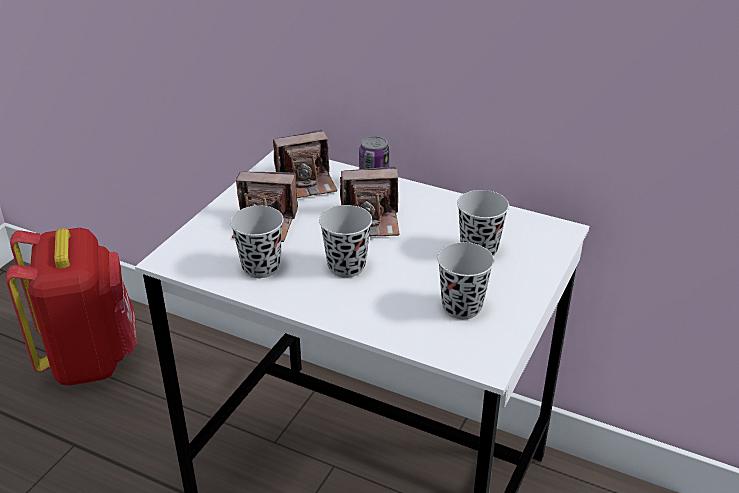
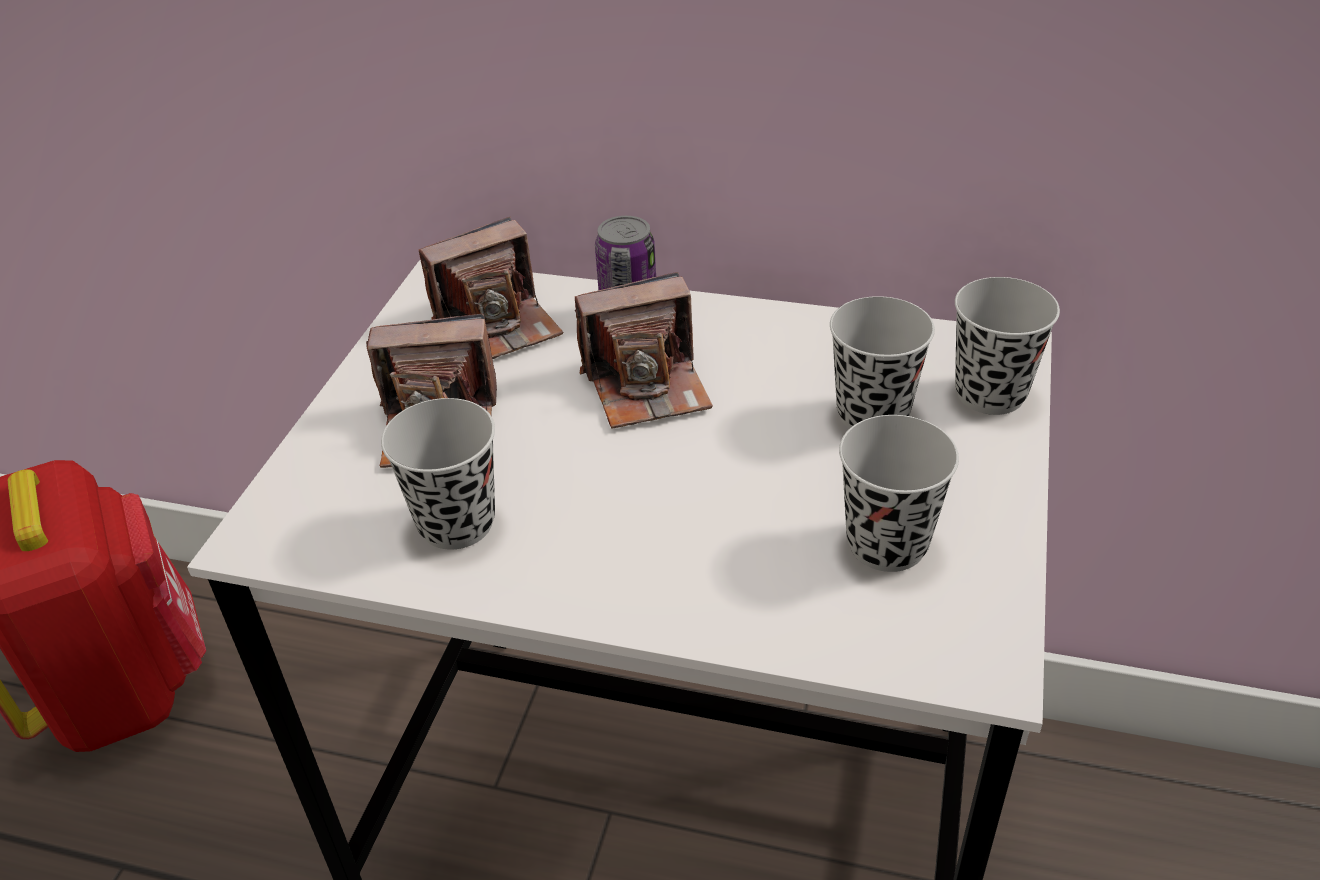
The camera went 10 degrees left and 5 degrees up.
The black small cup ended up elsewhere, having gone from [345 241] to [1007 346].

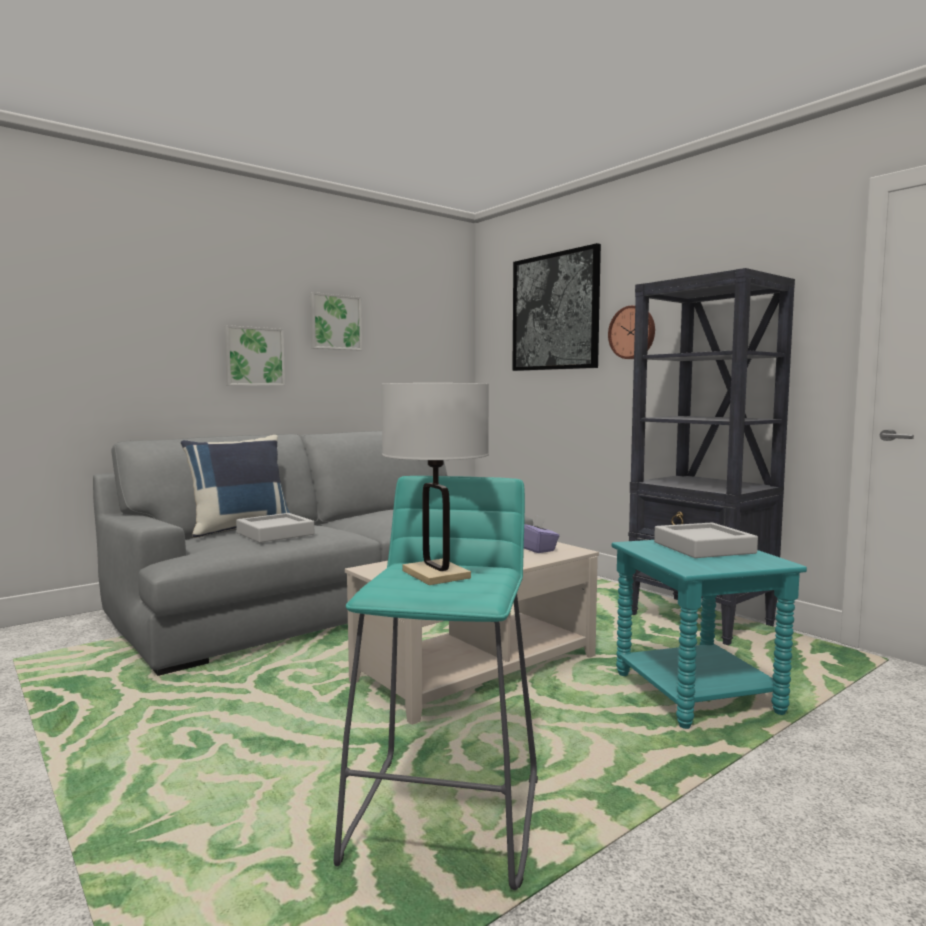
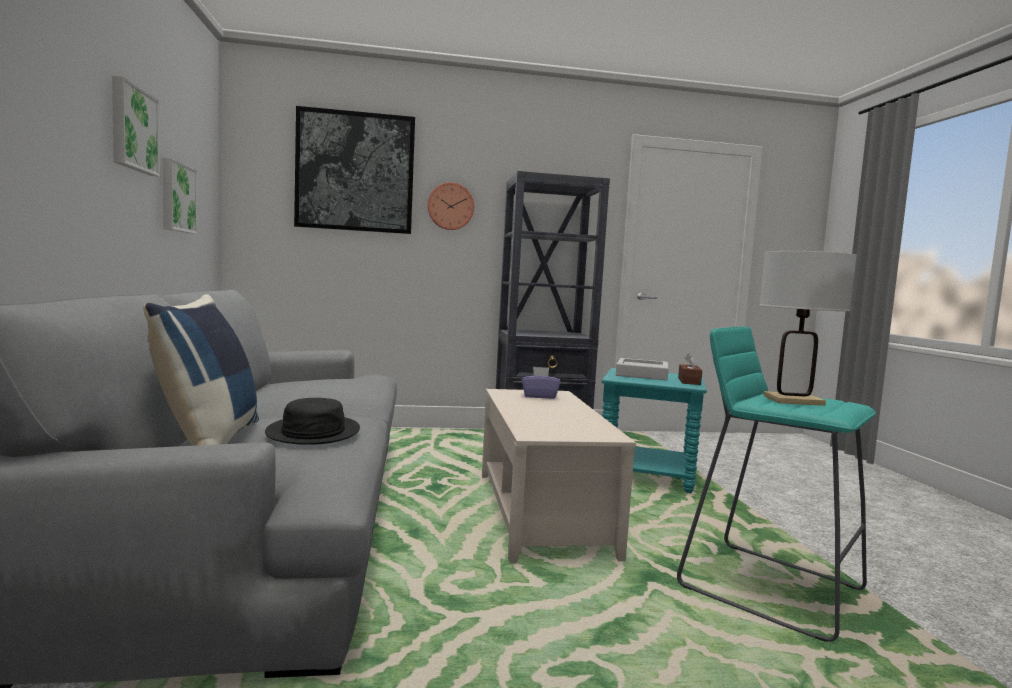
The camera went 60 degrees left and 0 degrees up.
The wall picture ended up elsewhere, having gone from [254 355] to [180 196].
Where the gray carrying tray stood at [275 528], the black hat came to stand at [312 421].
The second view gained the brown tissue box at [690 369].

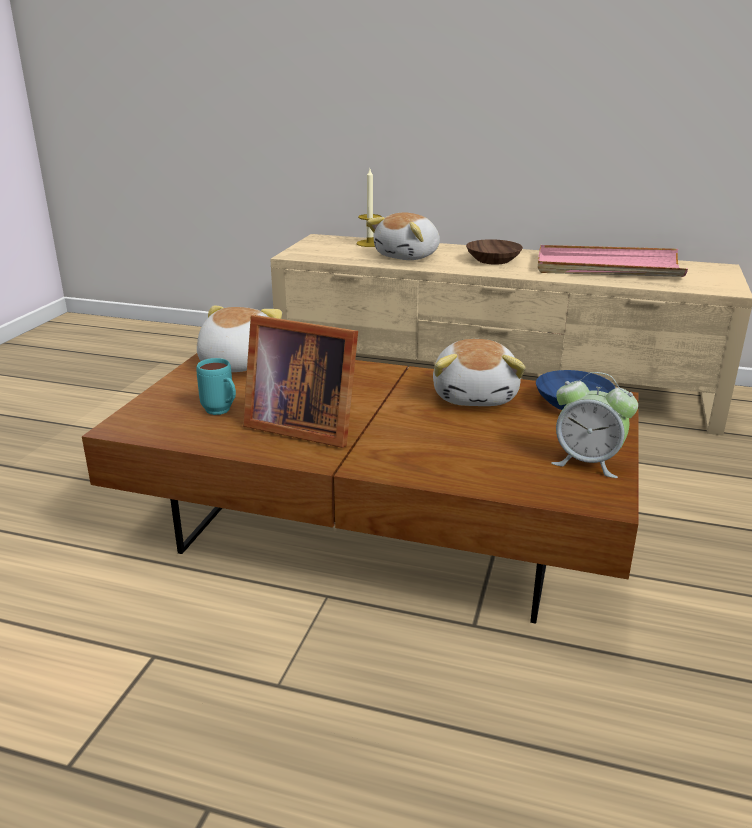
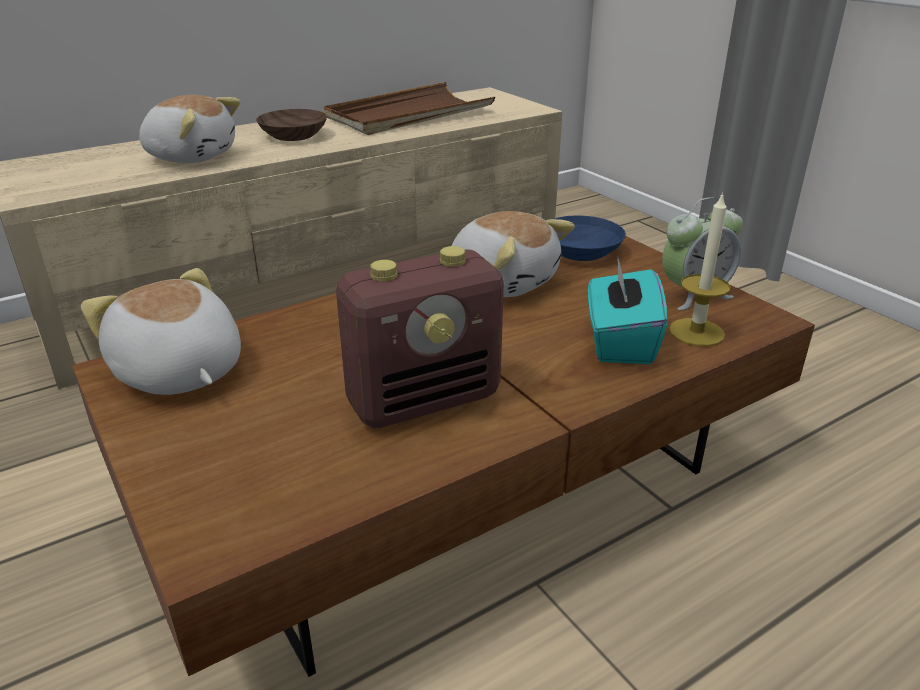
The camera went 50 degrees left and 5 degrees up.
The second view lost the blue-green coffee mug at [216 386].
Where the standing frame stood at [300 381], the radio receiver came to stand at [420 337].
The candle ended up elsewhere, having gone from [369 208] to [700 269].
The plush toy at [403 236] ended up facing another way, 60 degrees counterclockwise from before.
What was the pink-coloured carrying tray at [613 261] turned into the brown carrying tray at [409 108].
The second view gained the blue-green tissue box at [627 311].

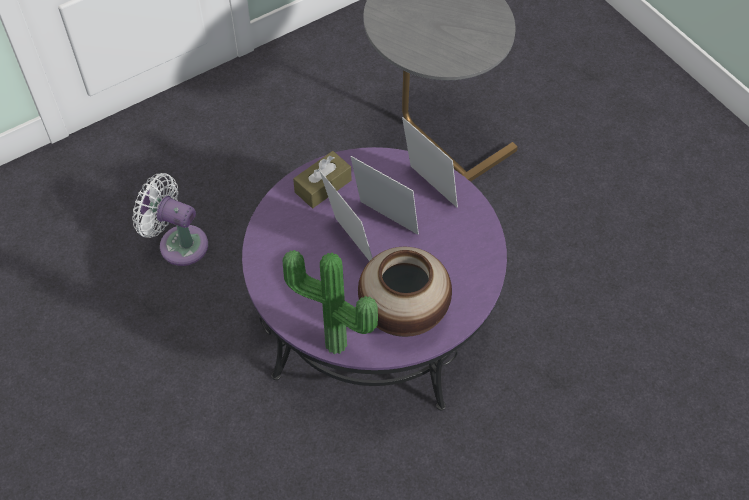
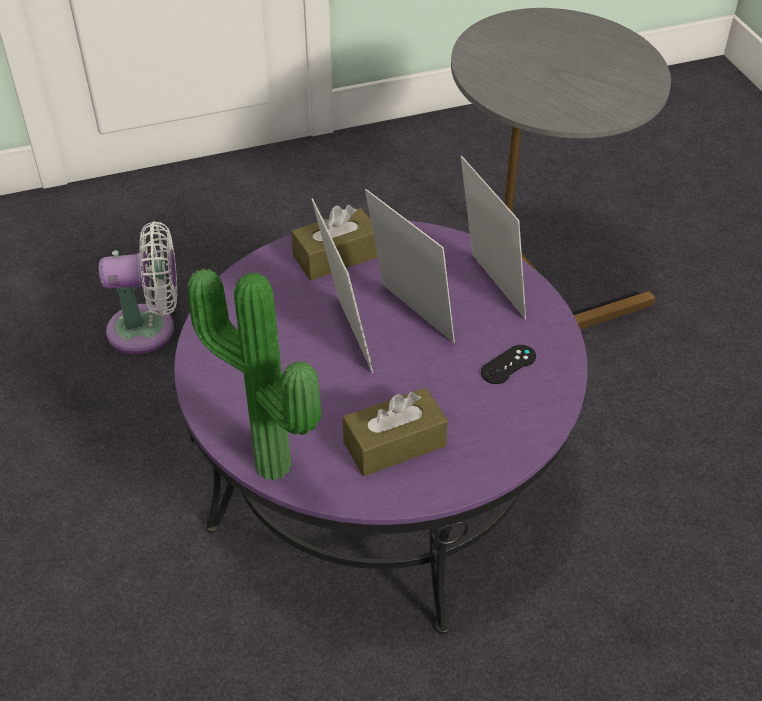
The camera went 15 degrees right and 10 degrees down.
The white electric fan at [170 219] ended up facing another way, 135 degrees clockwise from before.
Where the flower vase stood at [405 292], the brown tissue box came to stand at [395 432].
The second view gained the black joypad at [508 364].

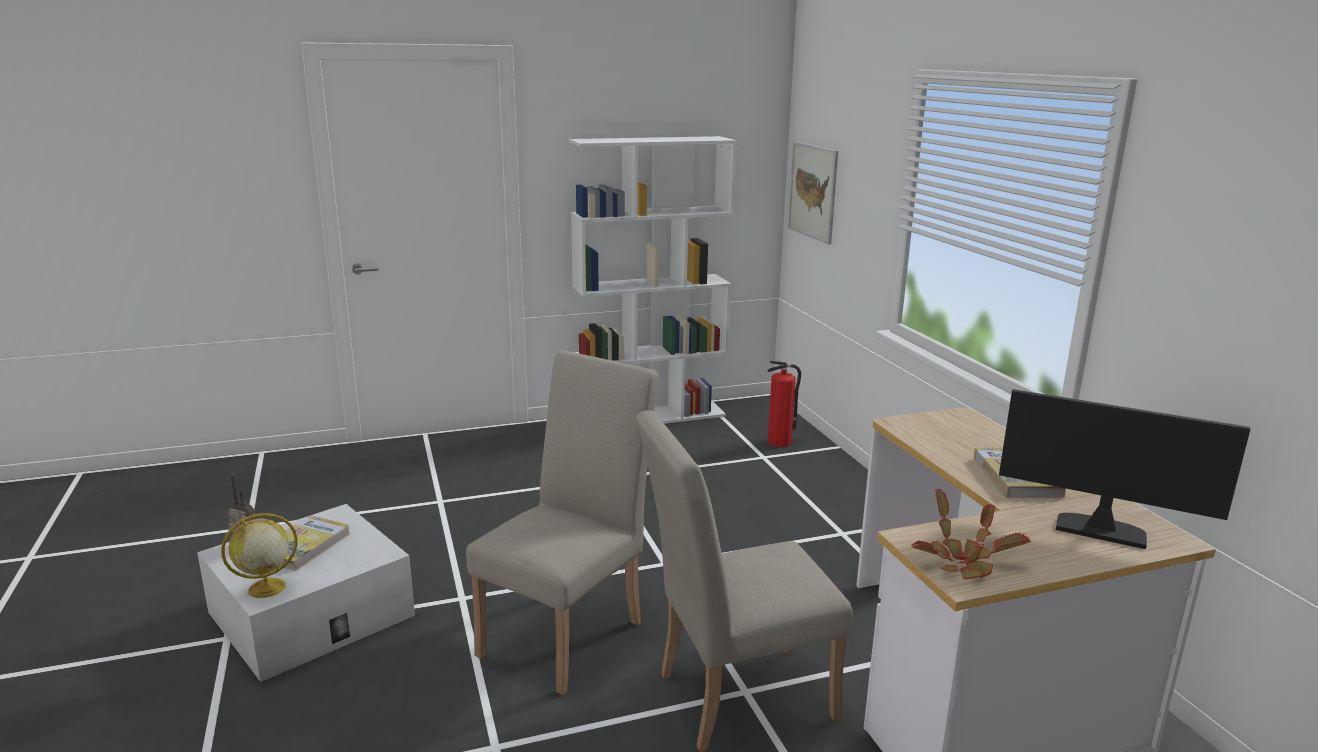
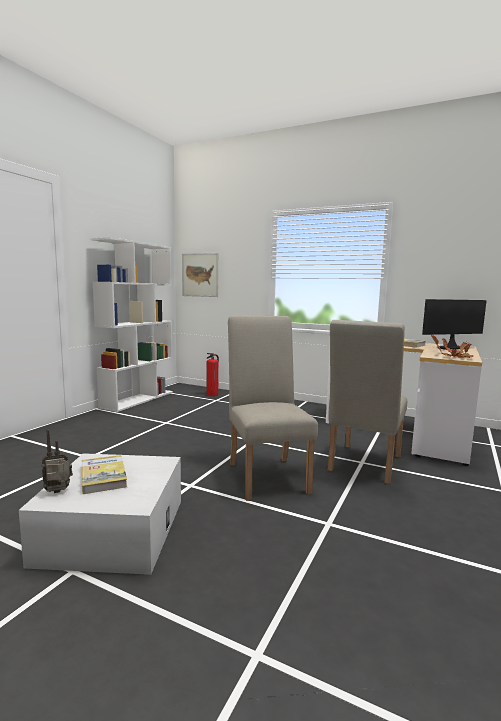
The camera went 45 degrees left and 10 degrees down.
The second view lost the desk globe at [259 555].

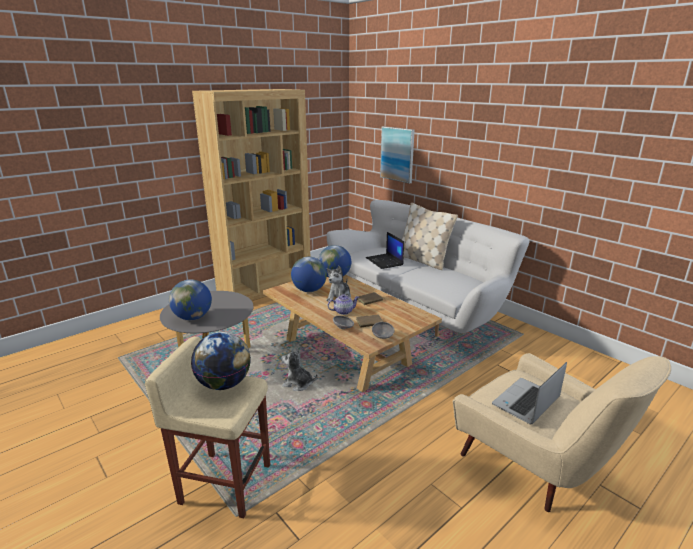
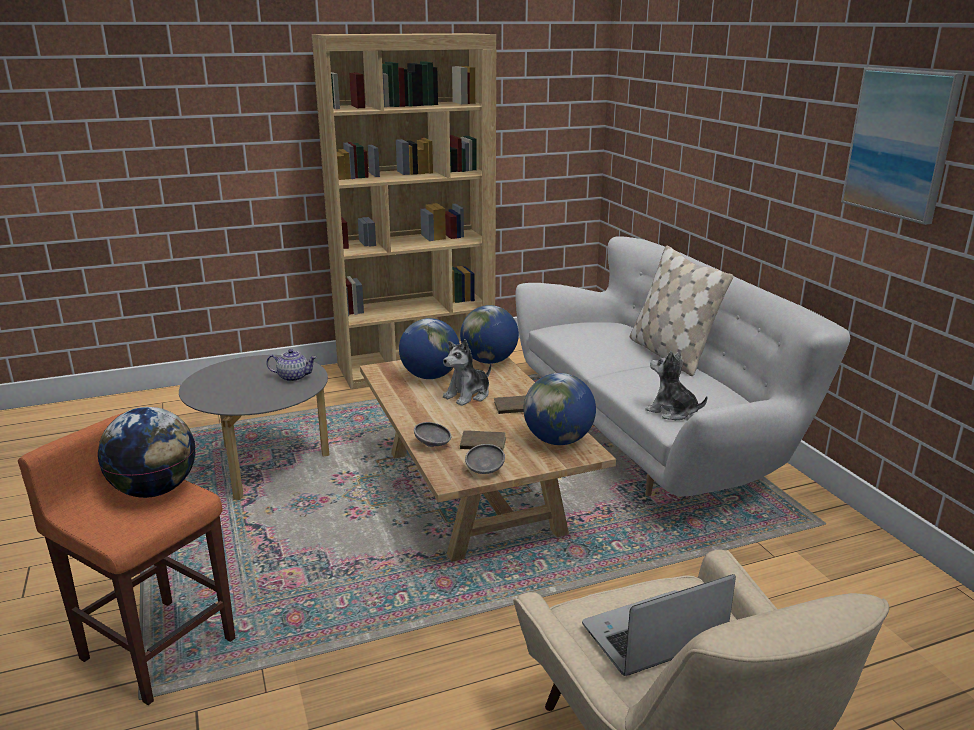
The camera went 20 degrees right and 0 degrees up.
What was the beige-coloured stool at [207 427] turned into the orange-coloured stool at [126 558].
The desk globe ended up elsewhere, having gone from [190 299] to [559 409].
The plush toy ended up elsewhere, having gone from [299 369] to [676 385].
The pot for tea ended up elsewhere, having gone from [343 304] to [291 365].
The second view lost the portable computer at [385 250].
The wall picture ended up elsewhere, having gone from [397 155] to [902 146].

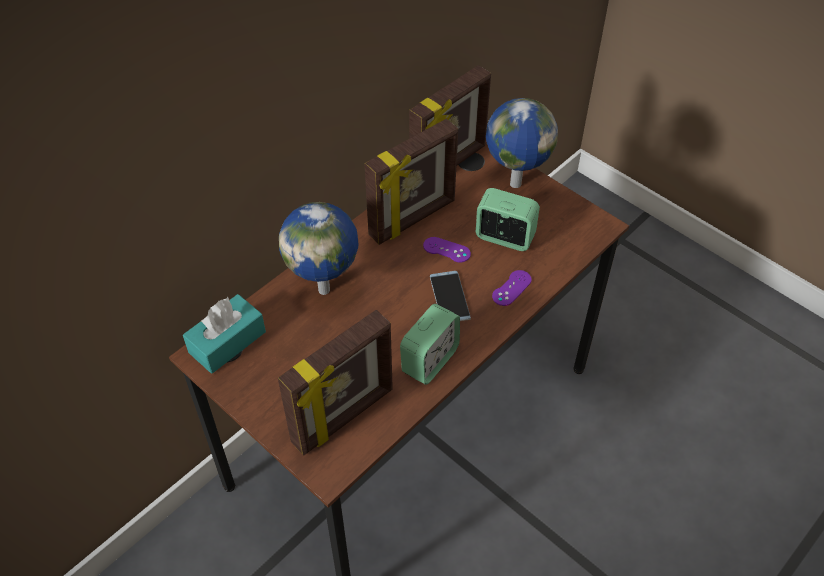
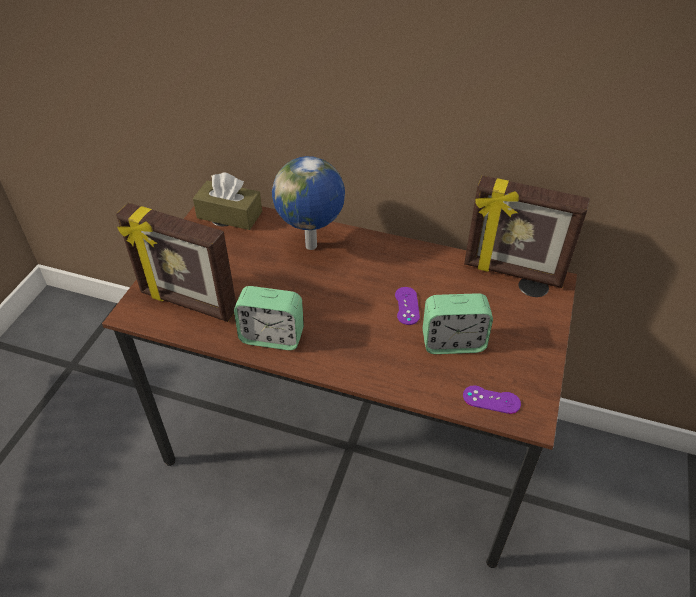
The camera went 65 degrees right and 5 degrees down.
What was the blue-green tissue box at [224 334] turned into the brown tissue box at [227 201].
The second view lost the standing frame at [411 182].
The second view lost the handset at [450 296].
The bedside clock at [508 219] ended up facing another way, 90 degrees clockwise from before.
The second view lost the desk globe at [522 143].
The purple joypad ended up elsewhere, having gone from [512 288] to [492 399].

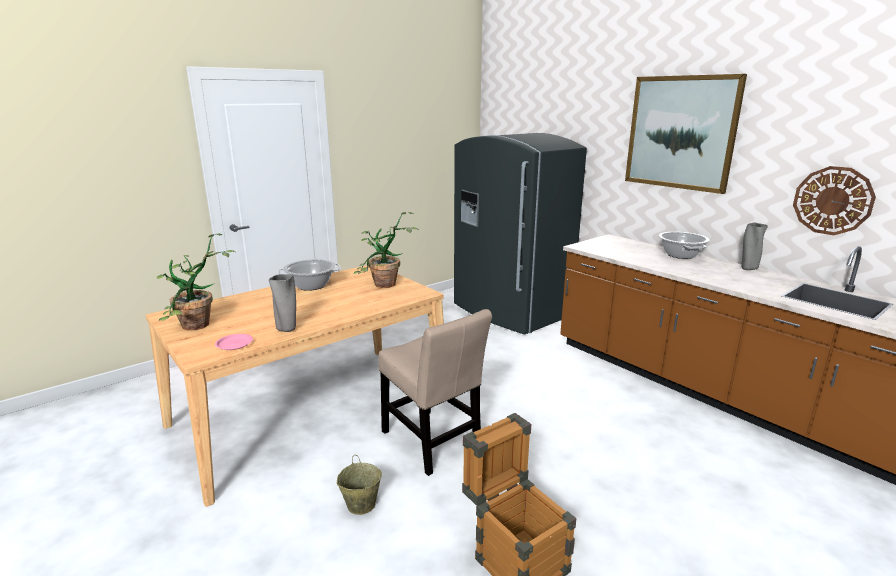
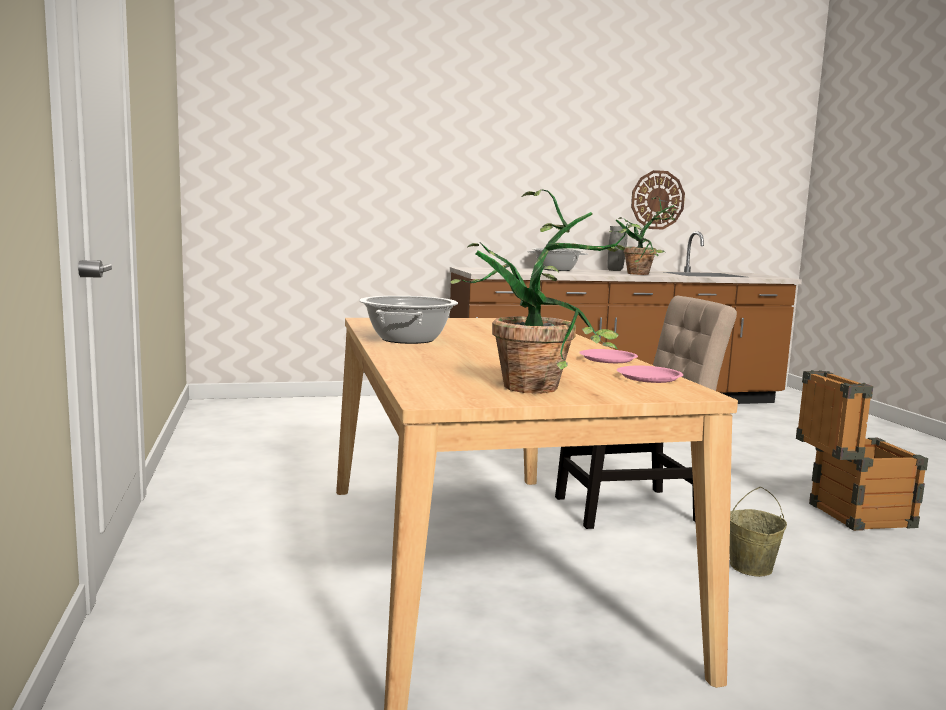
The camera went 65 degrees left and 10 degrees down.
Where the gray flower vase stood at [282 303], the pink-coloured flat dish came to stand at [608 356].
The potted plant ended up elsewhere, having gone from [385 250] to [643 236].
The second view lost the gray kitchen fridge at [520 233].
The second view lost the wall picture at [686 134].

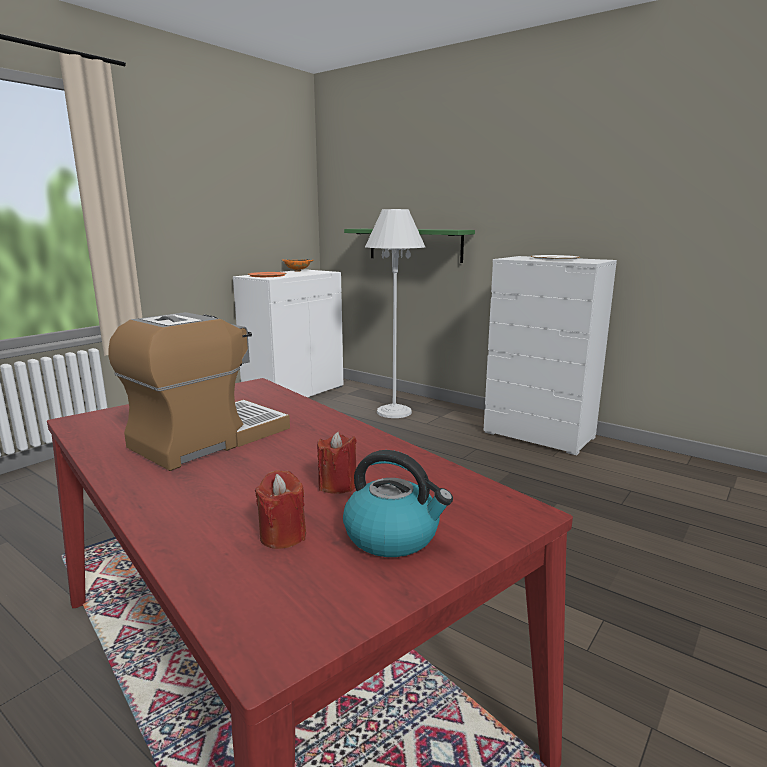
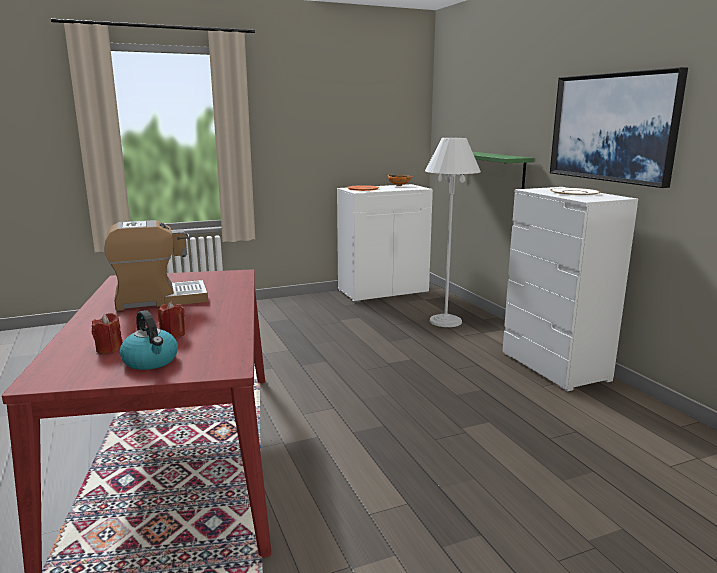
The camera went 30 degrees right and 0 degrees up.
The second view gained the wall picture at [619 127].

